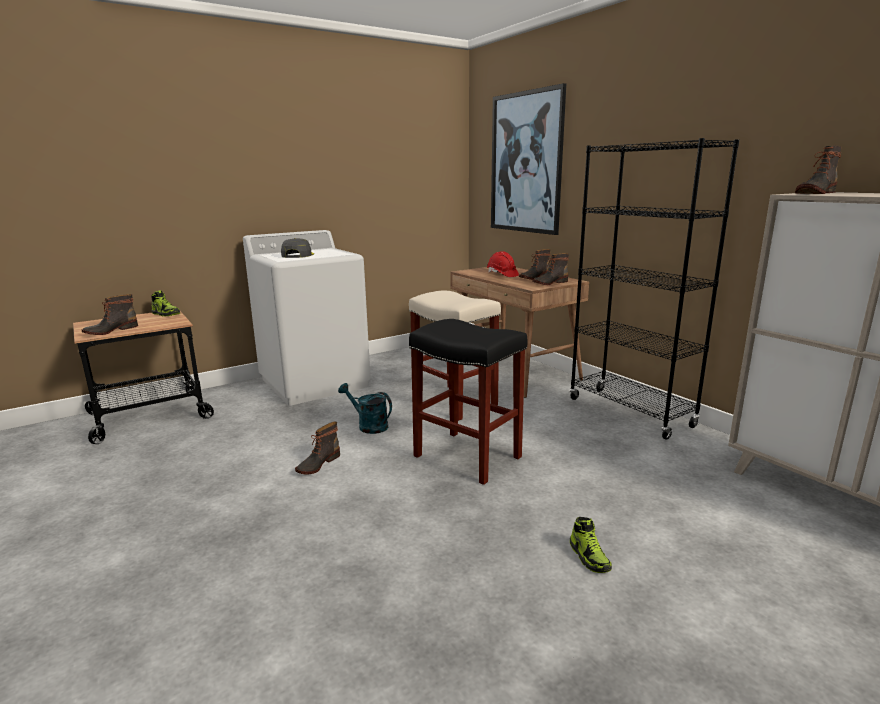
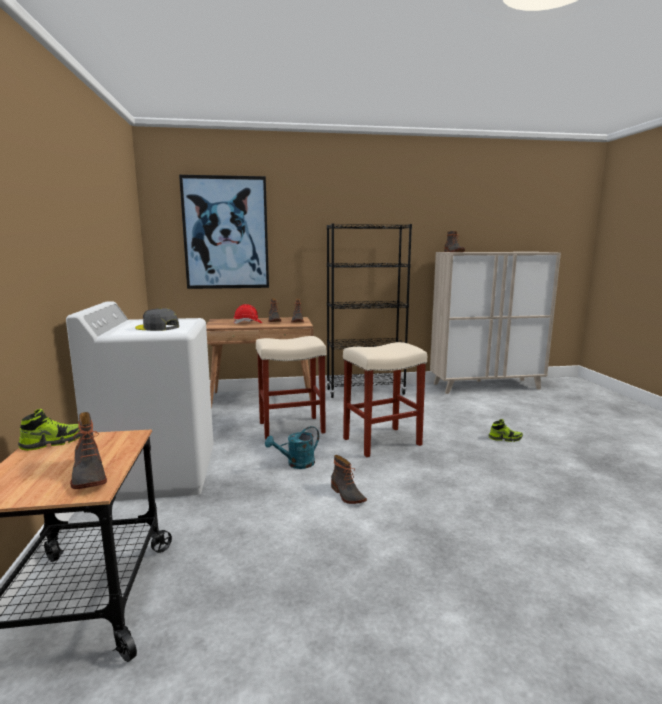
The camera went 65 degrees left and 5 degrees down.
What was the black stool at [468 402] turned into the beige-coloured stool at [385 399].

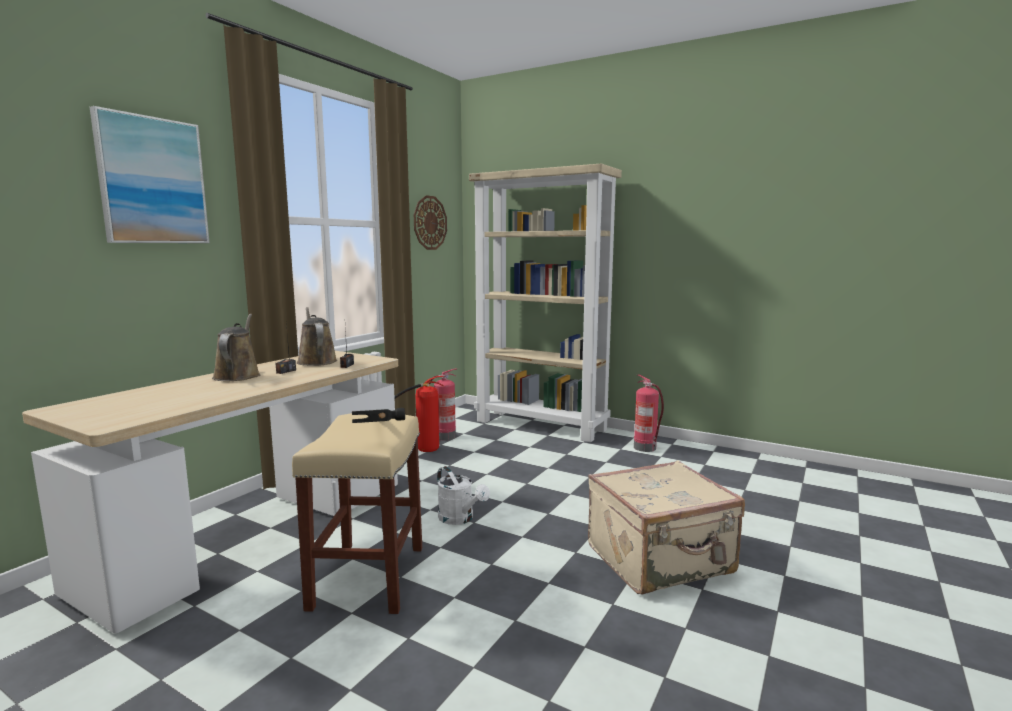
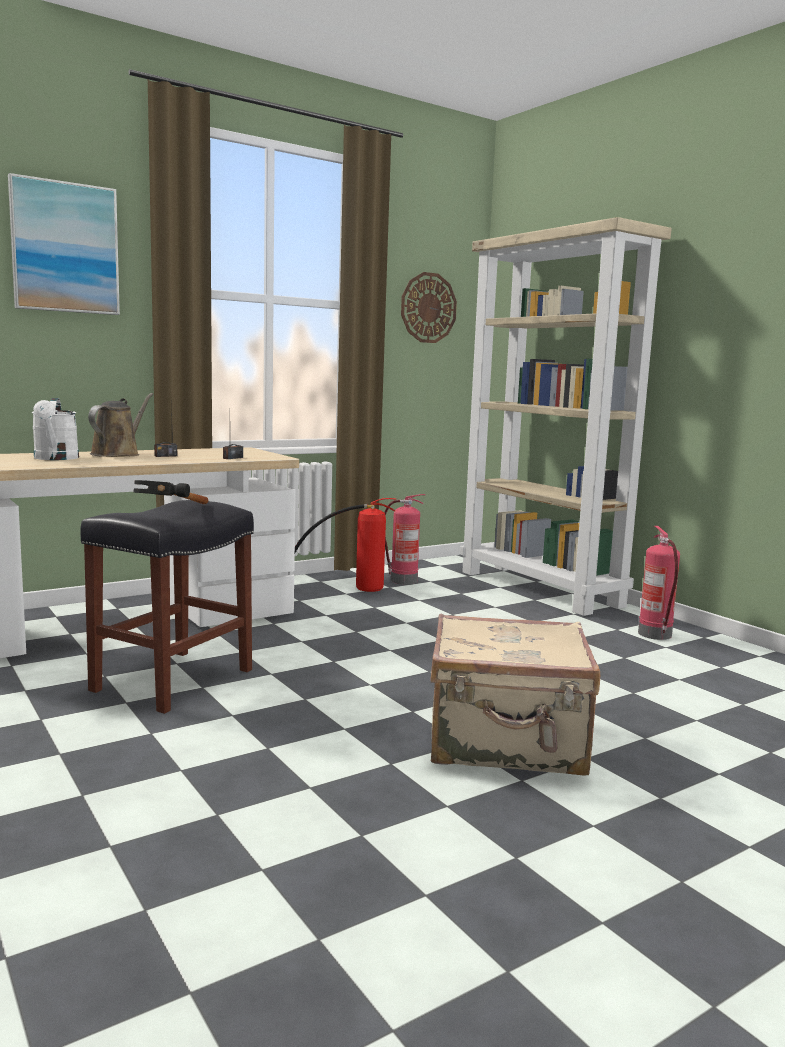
The camera went 25 degrees right and 0 degrees up.
What was the beige-coloured stool at [357 513] turned into the black stool at [167 607].
The second view lost the brown watering pot at [317 336].
The white watering pot ended up elsewhere, having gone from [463 495] to [55 429].

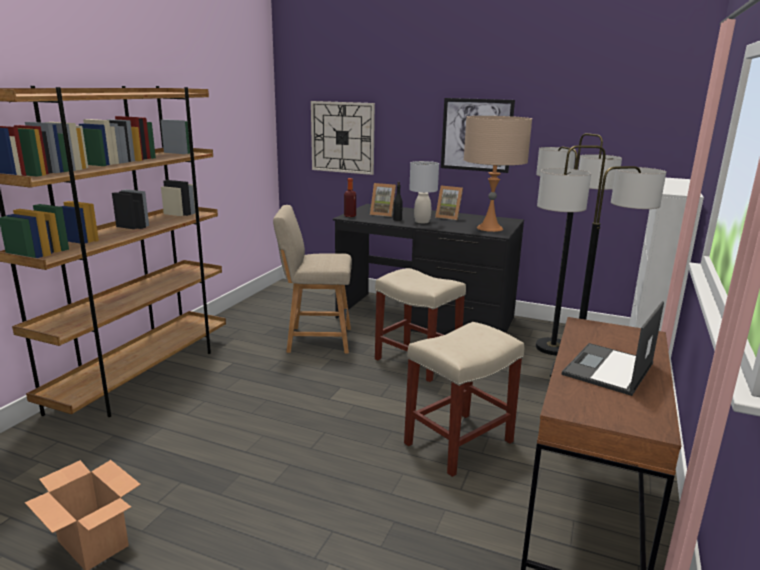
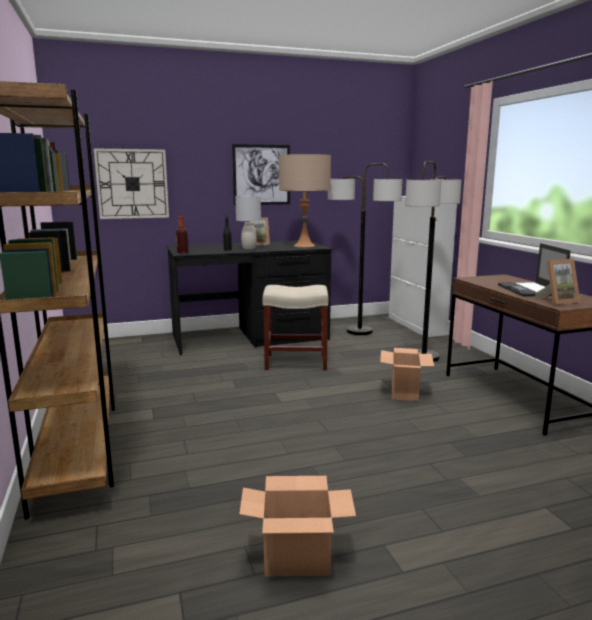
The camera went 40 degrees left and 5 degrees down.
The second view lost the beige-coloured upright chair at [312 279].
The standing frame ended up elsewhere, having gone from [383 200] to [557 282].
Where the beige-coloured stool stood at [464 399], the packing box came to stand at [407 374].

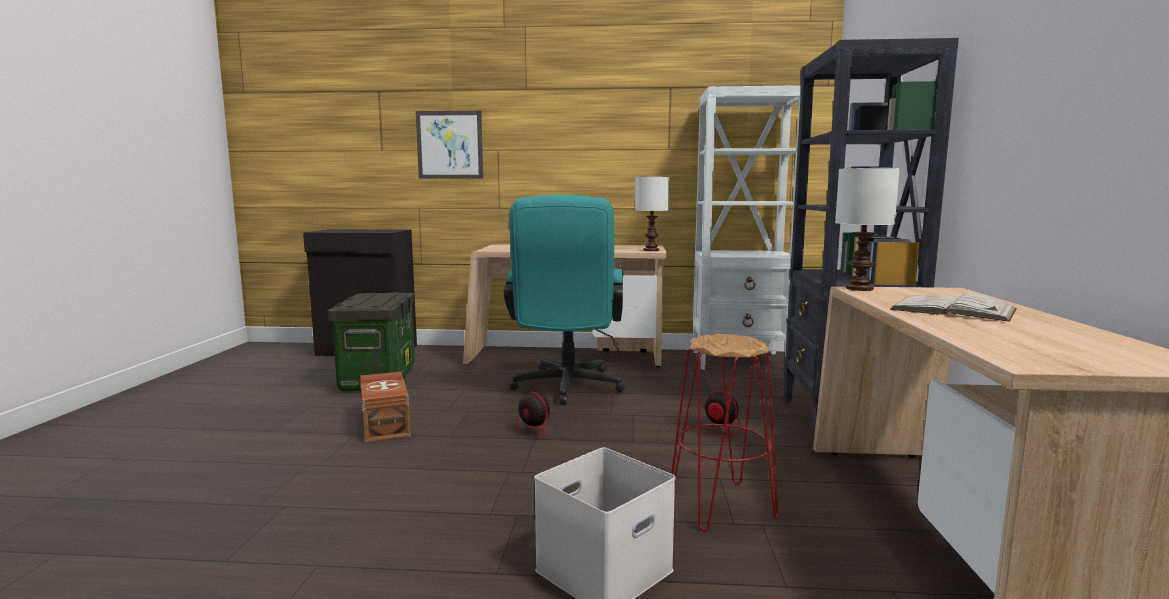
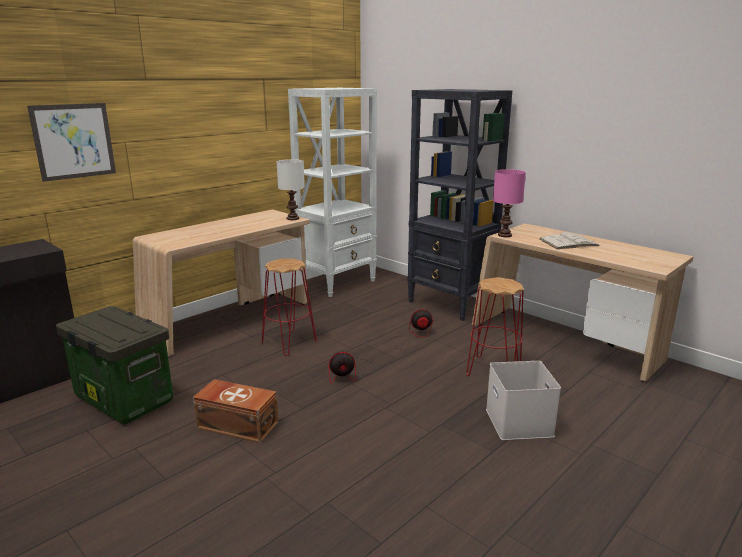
The camera went 50 degrees left and 10 degrees up.
Where the blue-green office chair stood at [564 300], the red-coloured stool came to stand at [289 307].
What was the white lamp for a table at [867 229] turned into the pink-coloured lamp for a table at [509 203].

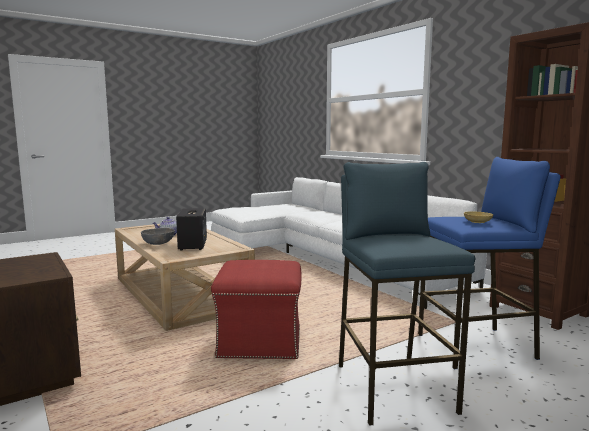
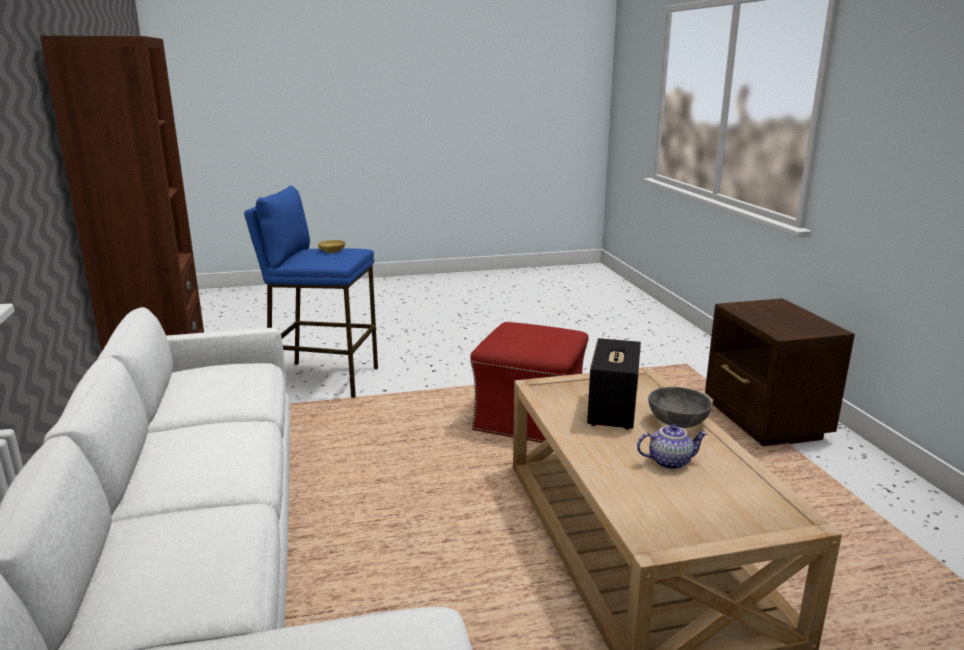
The camera went 160 degrees left and 10 degrees up.
The second view lost the bluish stool at [407 294].

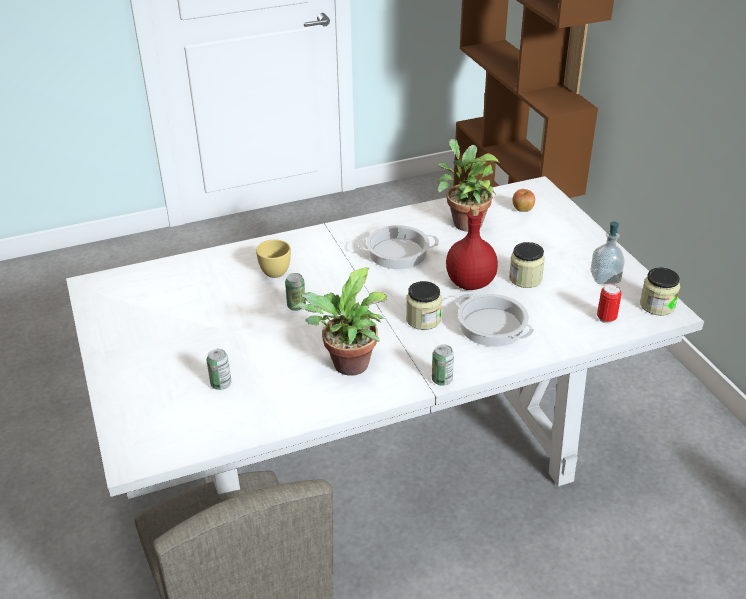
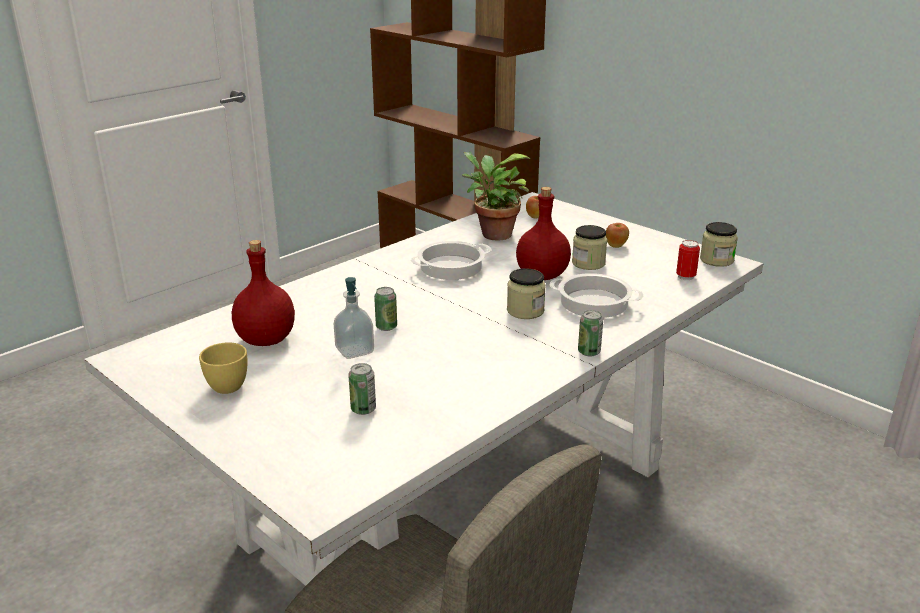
The camera went 25 degrees left and 10 degrees down.
The yellow small cup ended up elsewhere, having gone from [273 259] to [223 368].
The second view lost the potted plant at [339 321].
The soap dispenser ended up elsewhere, having gone from [607 253] to [354 318].
The second view gained the red-coloured beverage bottle at [263 293].
The second view gained the whole apple at [617 235].

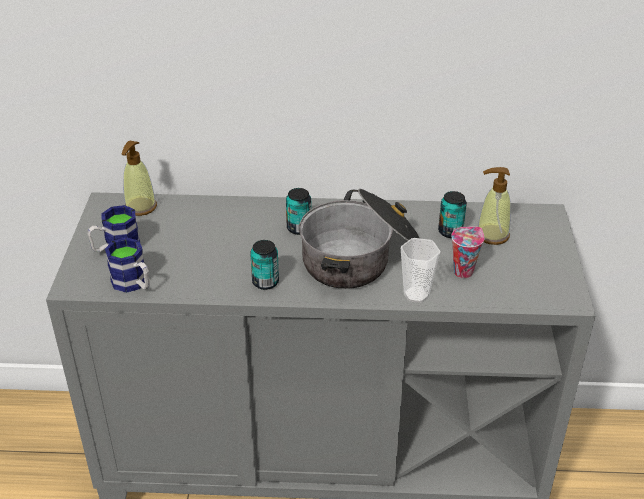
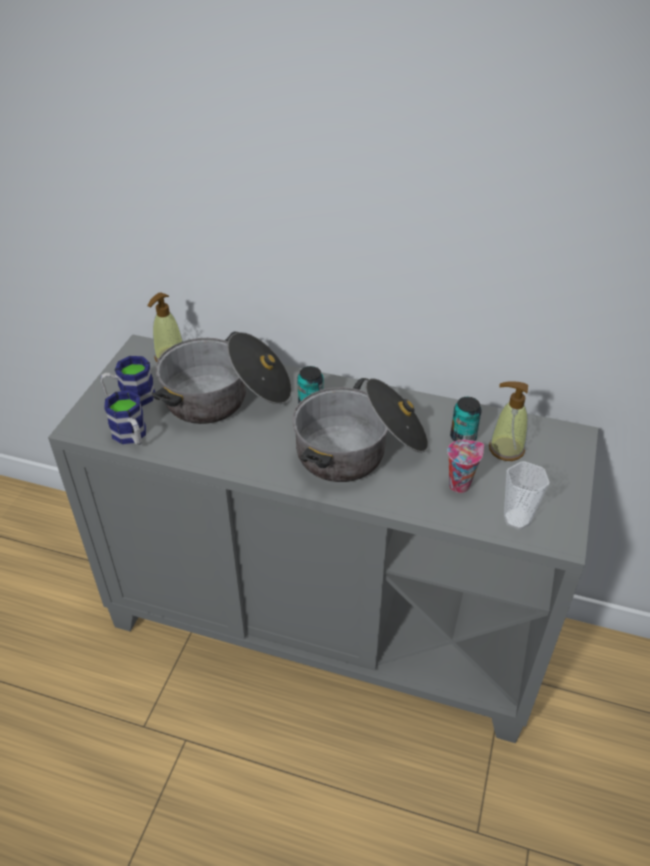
The camera went 15 degrees right and 5 degrees up.
The second view lost the metal can at [264 265].
The small cup ended up elsewhere, having gone from [420 270] to [527 495].
The second view gained the saucepot at [222 377].

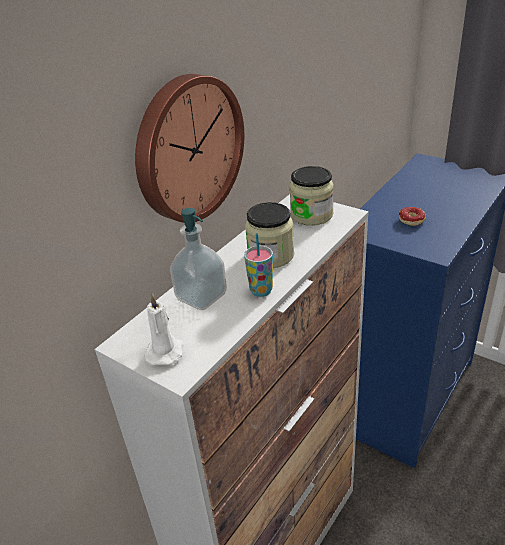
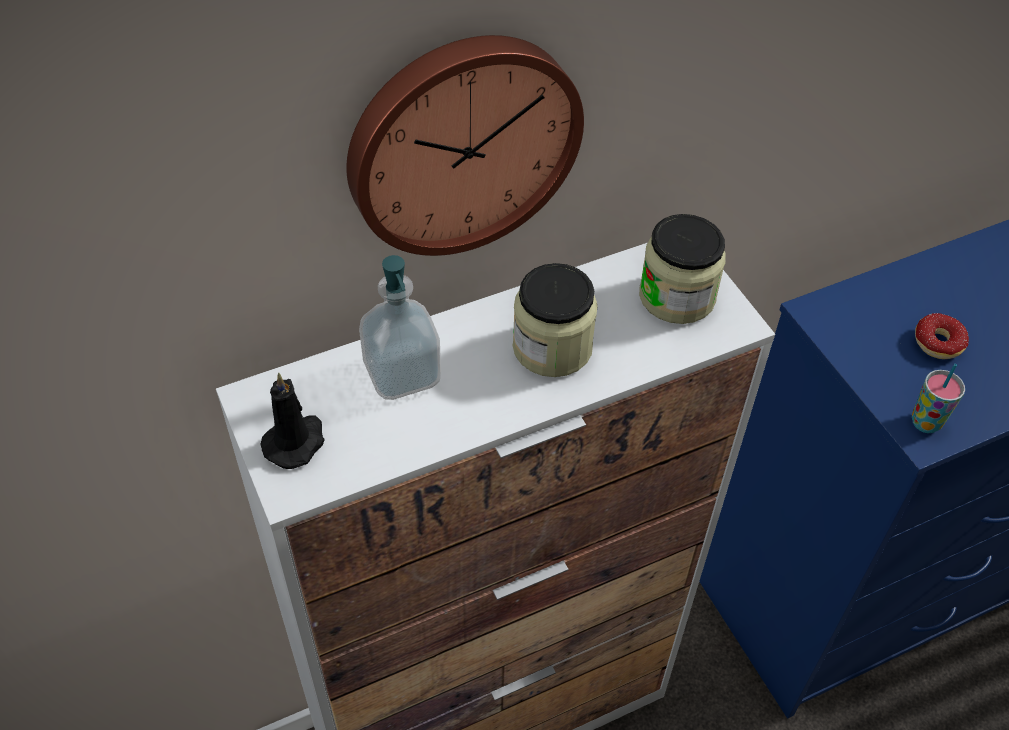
The camera went 25 degrees right and 15 degrees up.
What was the white candle at [163 329] turned into the black candle at [292 421].
The small cup ended up elsewhere, having gone from [258 265] to [938 398].

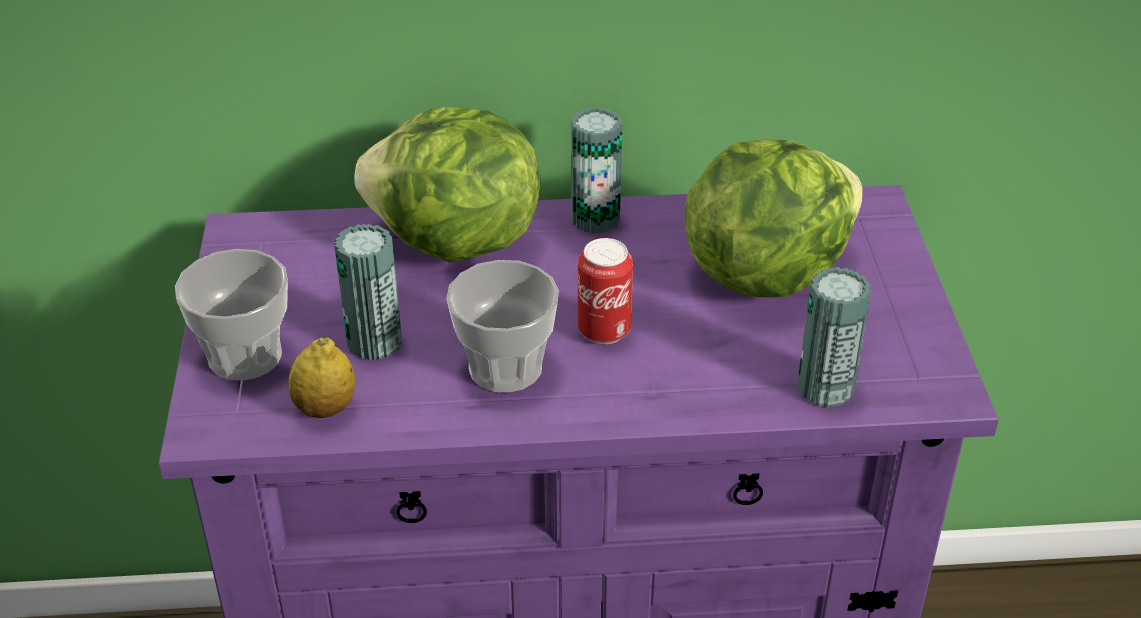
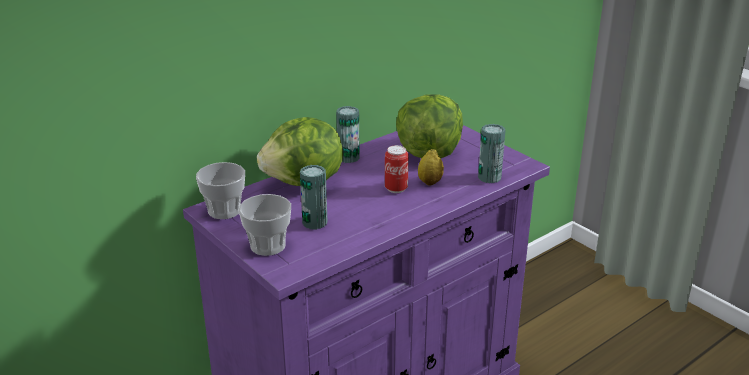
The camera went 35 degrees left and 10 degrees down.
The citrus fruit ended up elsewhere, having gone from [322 378] to [431 167].
The small cup ended up elsewhere, having gone from [502 326] to [220 190].

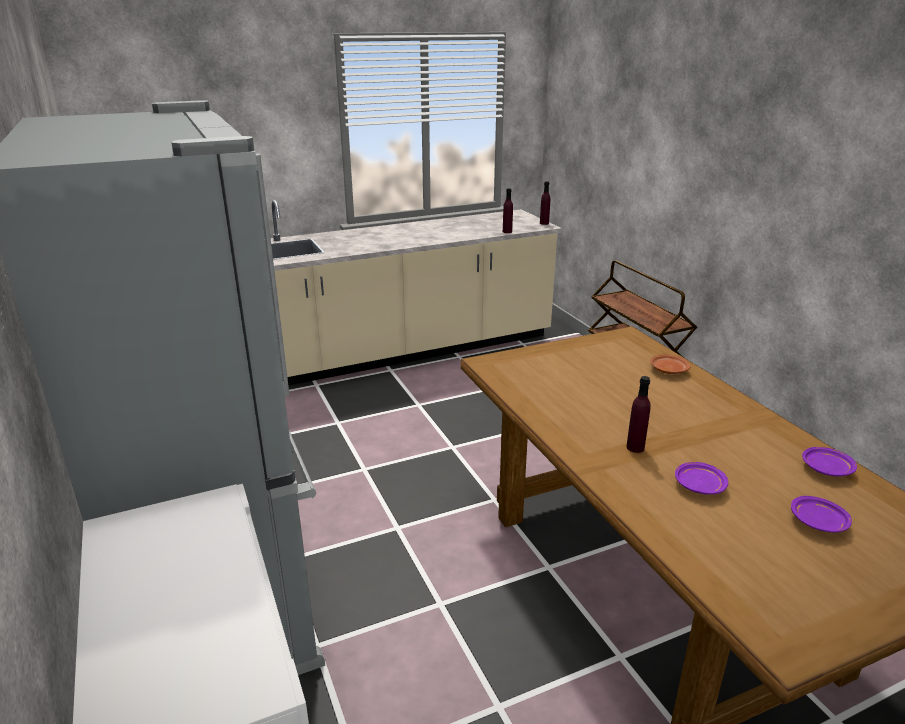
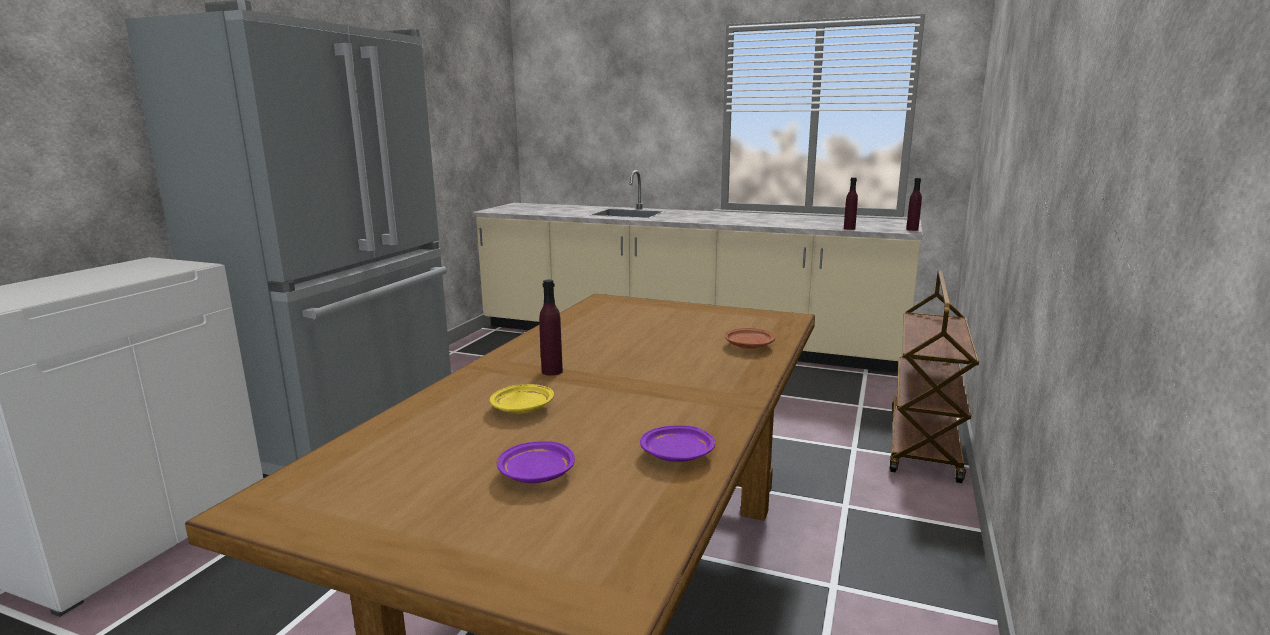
The camera went 45 degrees right and 10 degrees down.
What was the purple flat dish at [701 478] turned into the yellow flat dish at [522 398].

